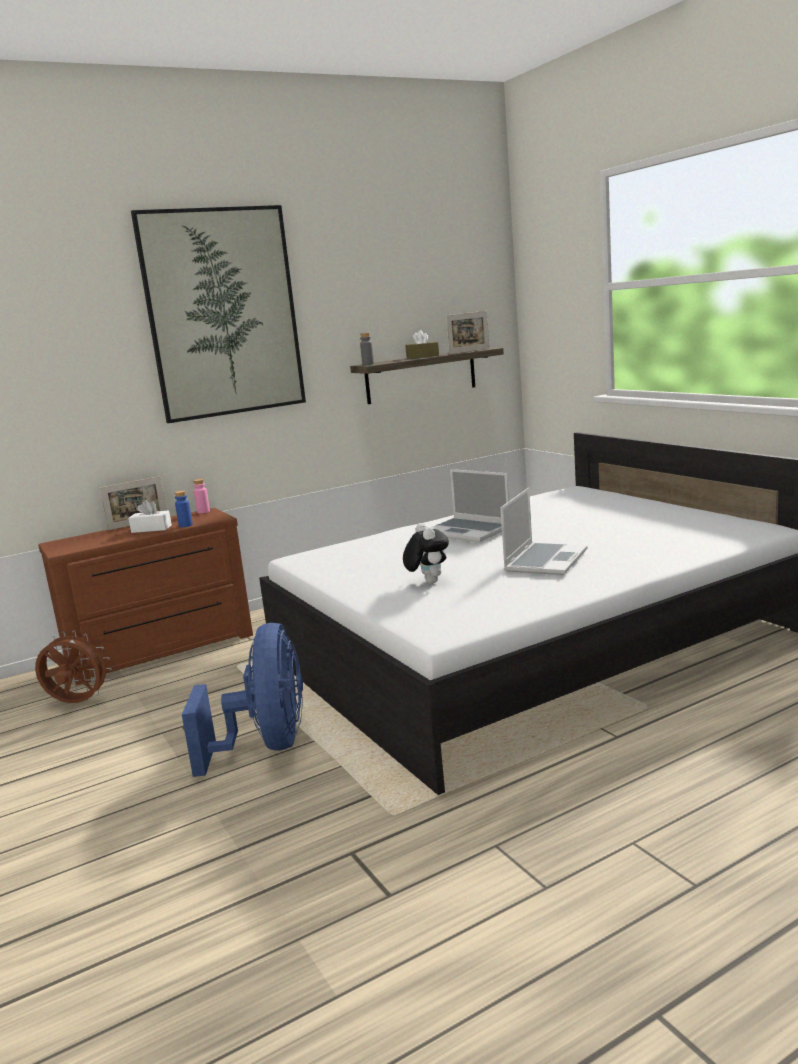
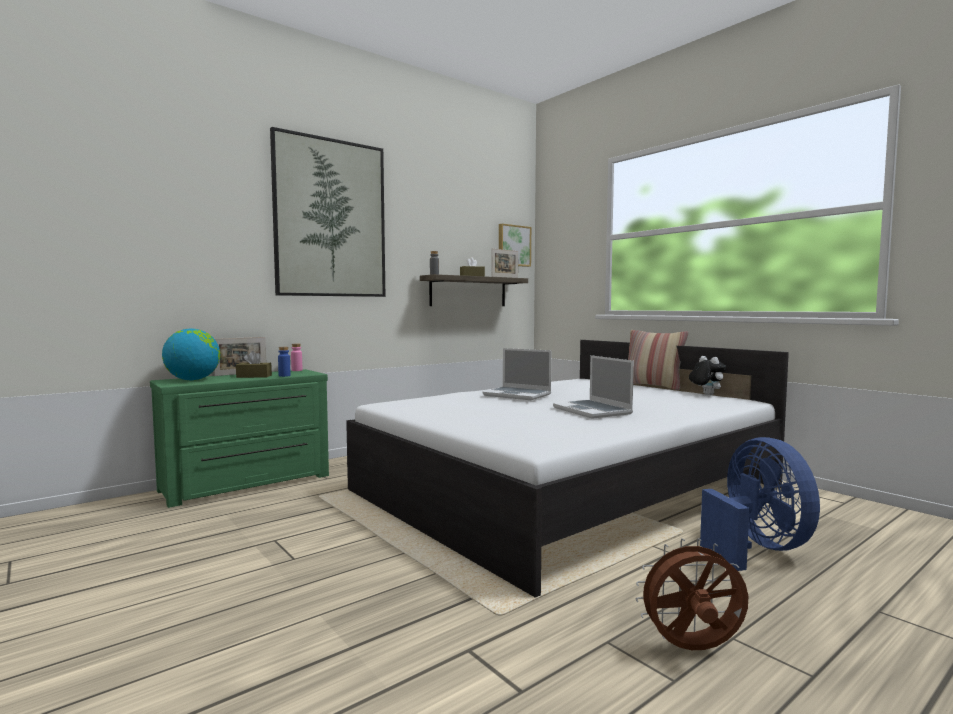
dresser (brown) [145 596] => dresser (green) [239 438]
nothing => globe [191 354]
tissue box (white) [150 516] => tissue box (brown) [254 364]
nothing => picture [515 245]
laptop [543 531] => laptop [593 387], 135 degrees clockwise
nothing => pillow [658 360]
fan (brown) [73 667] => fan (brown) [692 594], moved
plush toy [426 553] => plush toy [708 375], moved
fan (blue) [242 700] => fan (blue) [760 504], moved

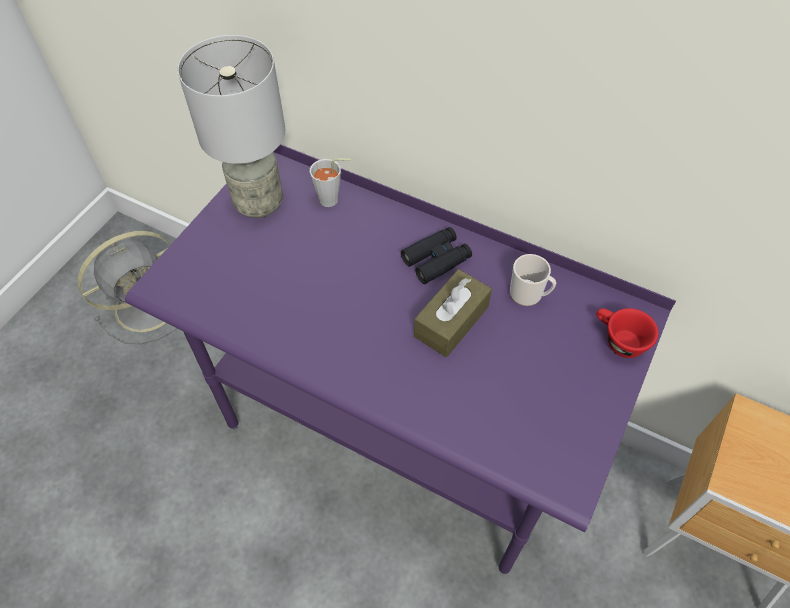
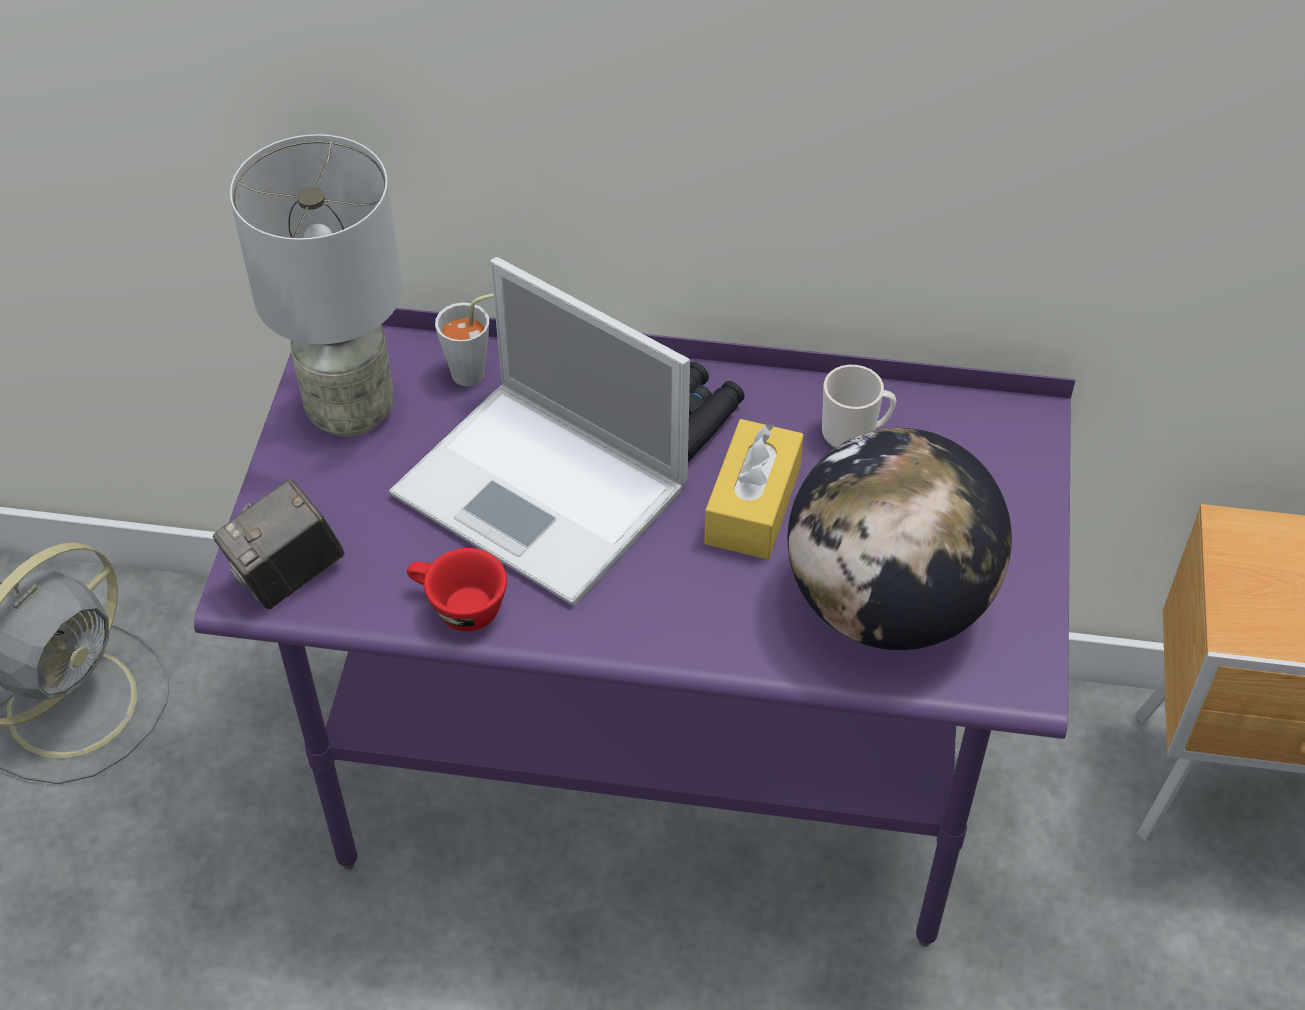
nothing => photo camera [279 544]
nothing => laptop [539 431]
cup (red) [627 333] => cup (red) [457 589], moved
tissue box (brown) [453 313] => tissue box (yellow) [754 489]
nothing => globe [899 539]

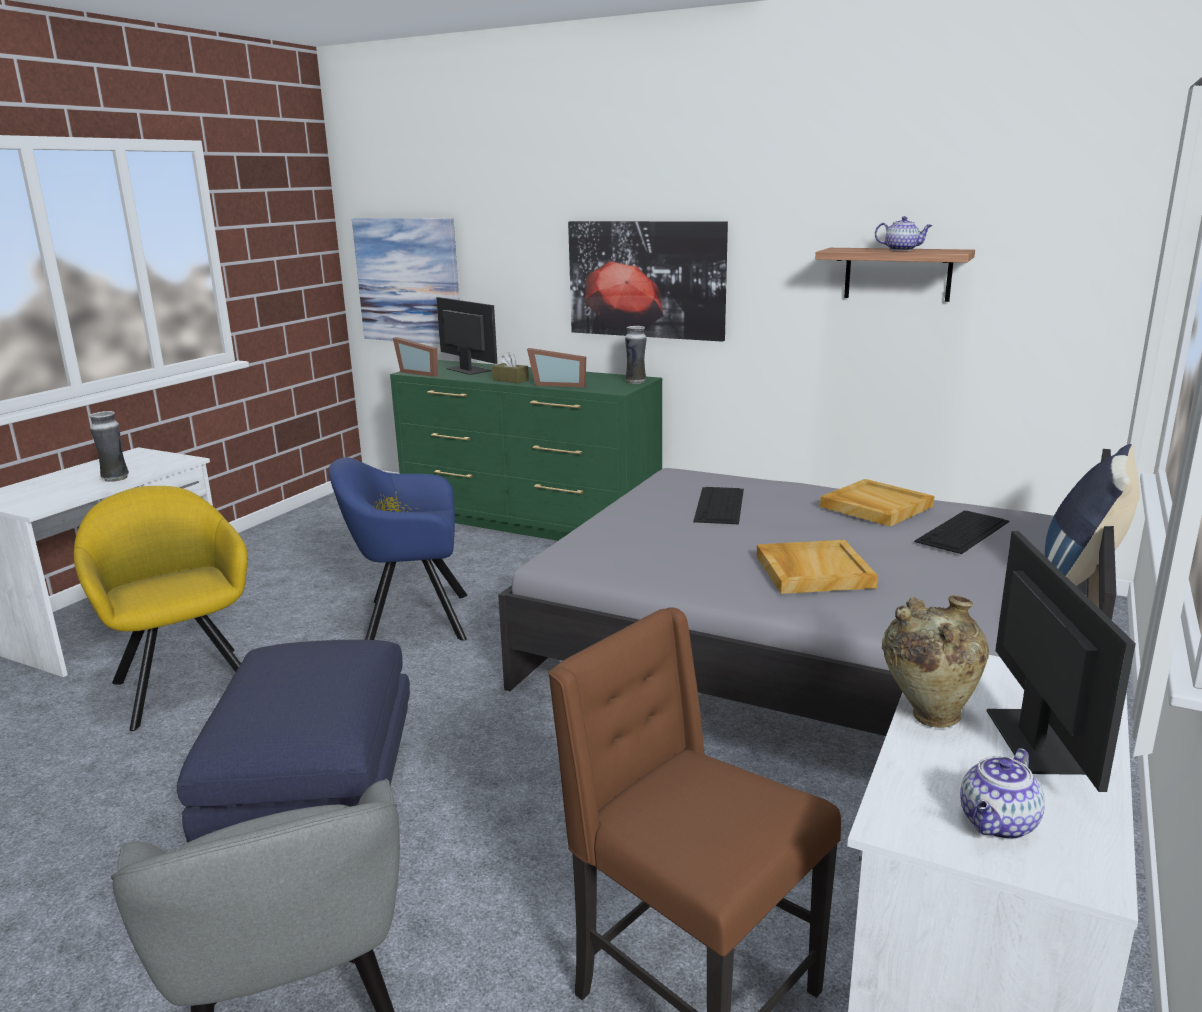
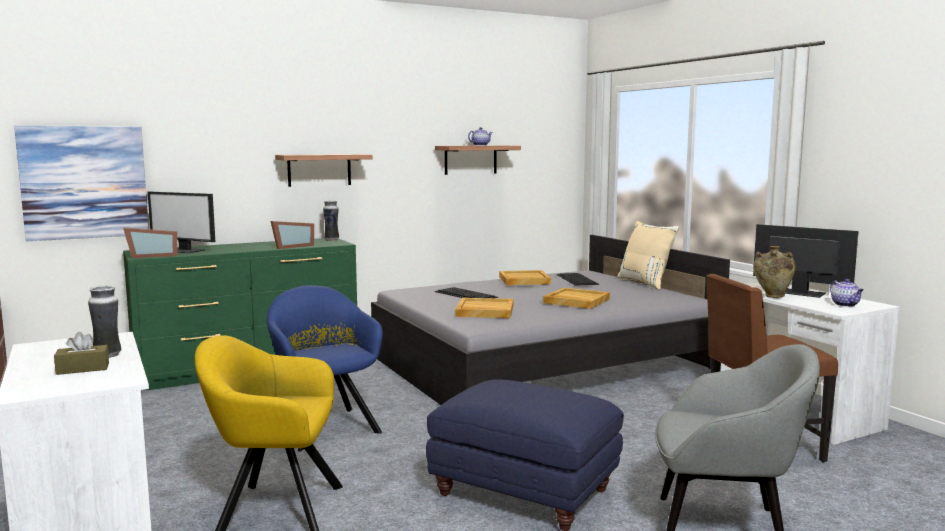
tissue box (brown) [510 367] => tissue box (brown) [81 353], moved
monitor [466 336] => monitor [181 222], 150 degrees counterclockwise
armchair (blue) [397 549] => armchair (blue) [325 368], 120 degrees clockwise
picture [648 281] => shelf [324 170]
nothing => tray (beige) [484 308]
pillow (blue) [1092 515] => pillow (beige) [648 255]

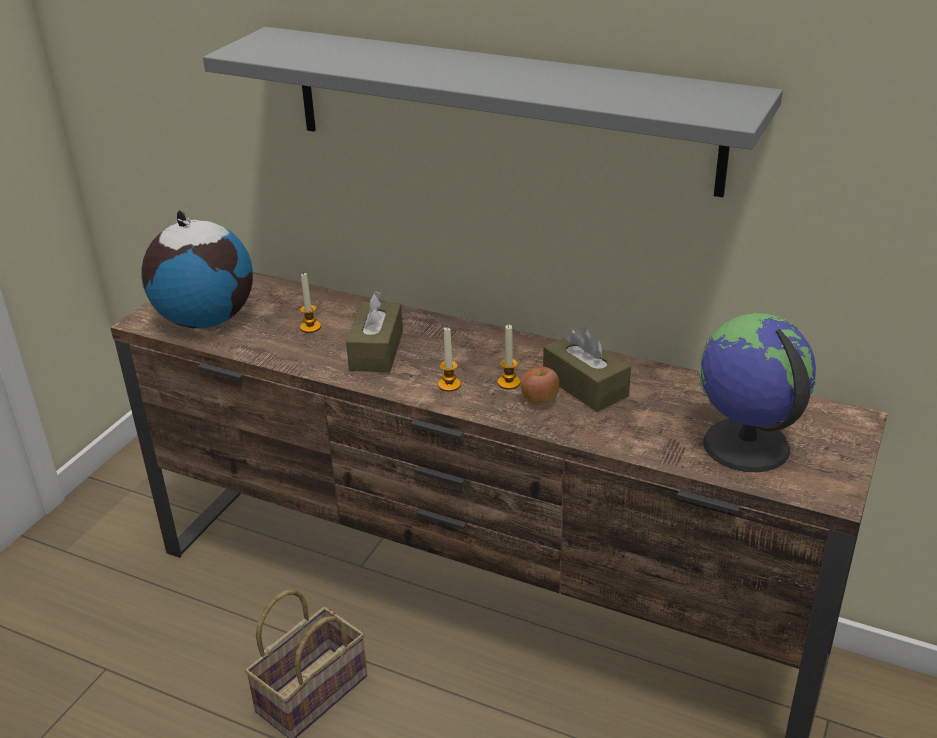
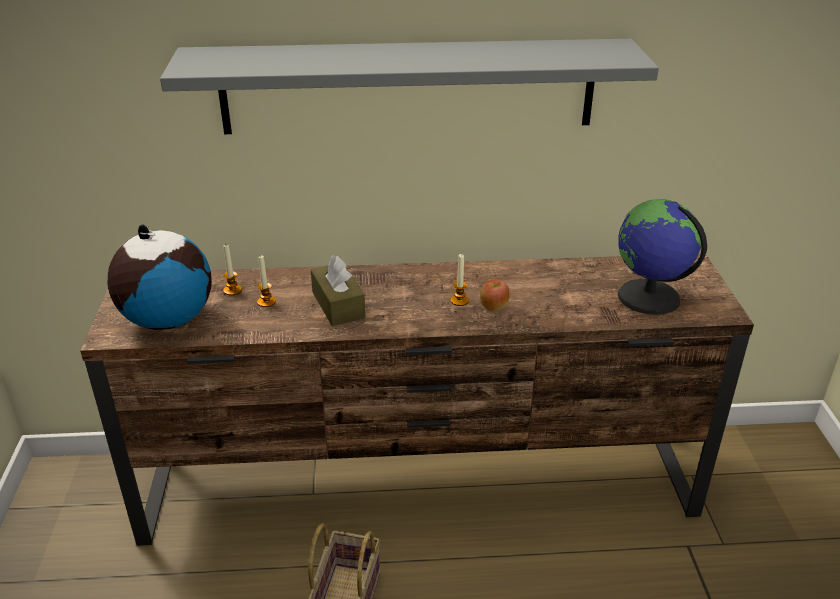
candle [449 359] => candle [232 270], moved
tissue box (brown) [587 369] => nothing

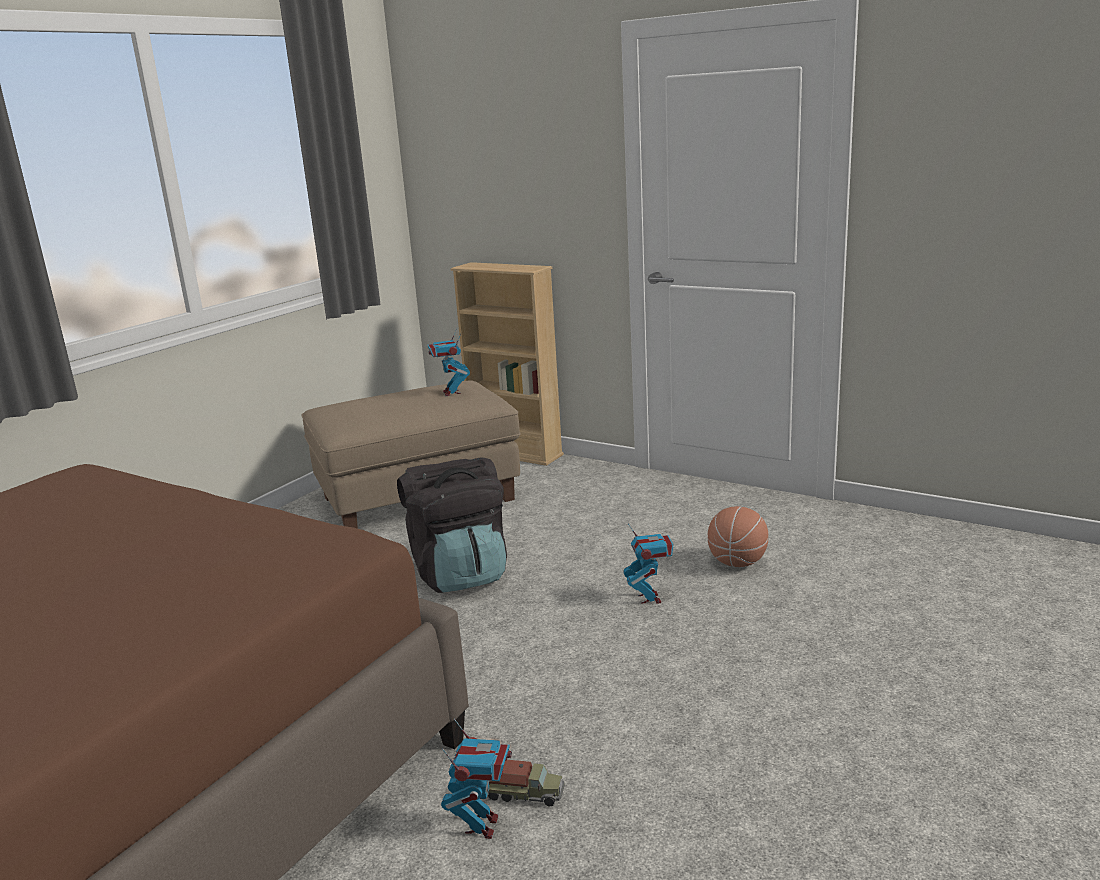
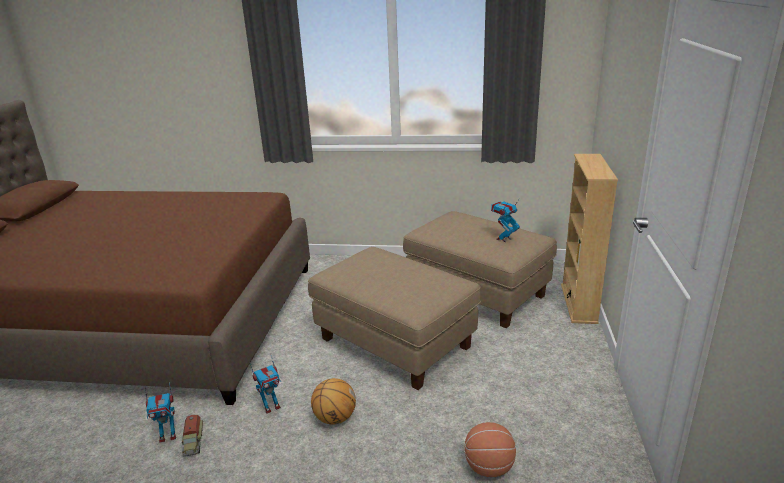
toy robot [649 563] => toy robot [265 385], moved
backpack (black) [452 525] => ottoman (beige) [394 318]
nothing => basketball [333 401]

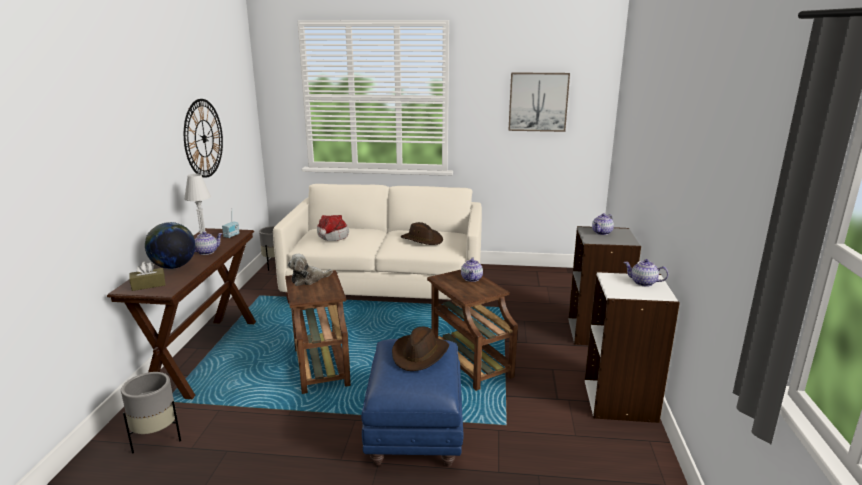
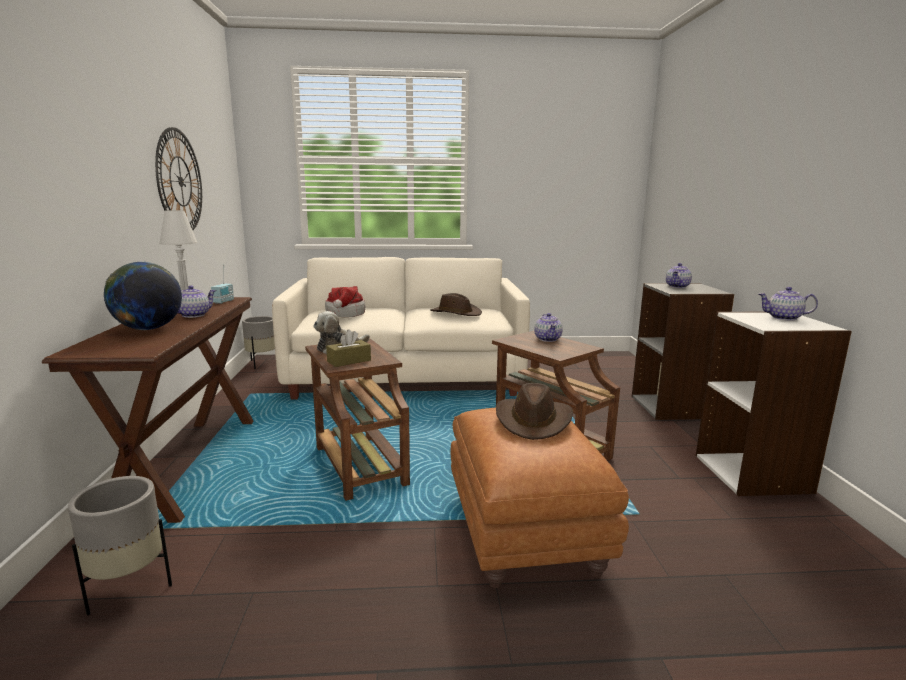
tissue box (brown) [147 276] => tissue box (brown) [348 348], moved
ottoman (blue) [412 403] => ottoman (brown) [540 498]
picture [539 102] => nothing

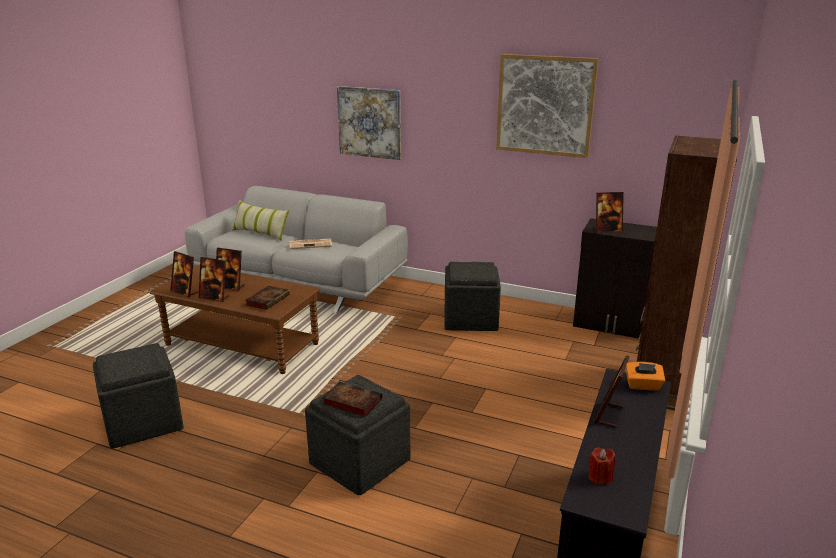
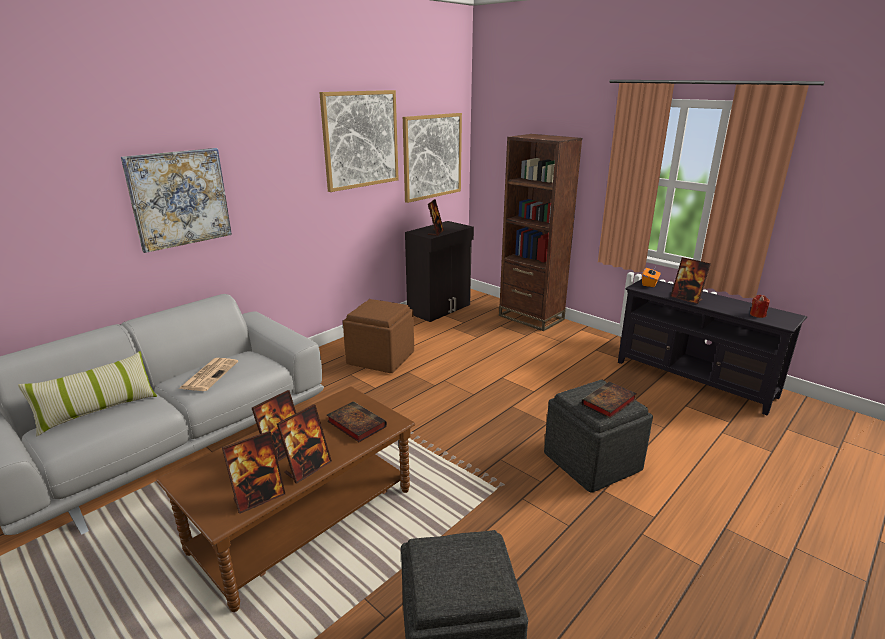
ottoman (grey) [472 296] => ottoman (brown) [378 336]
nothing => picture [432 158]

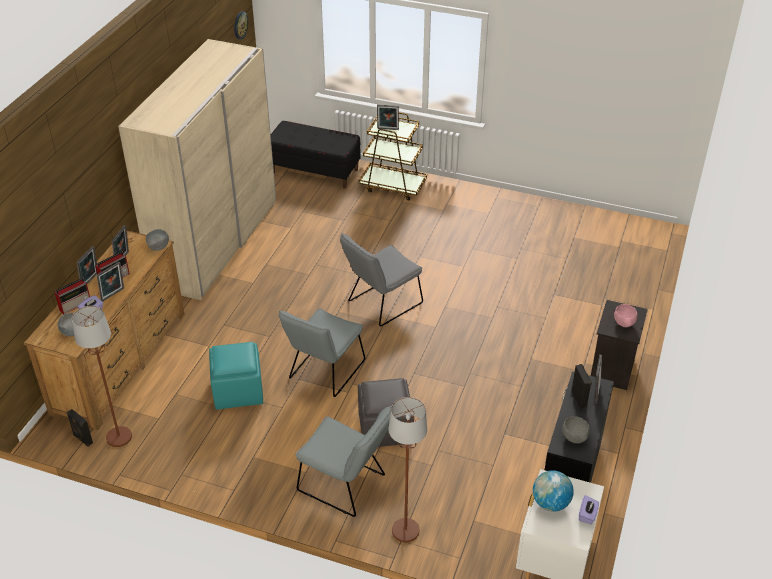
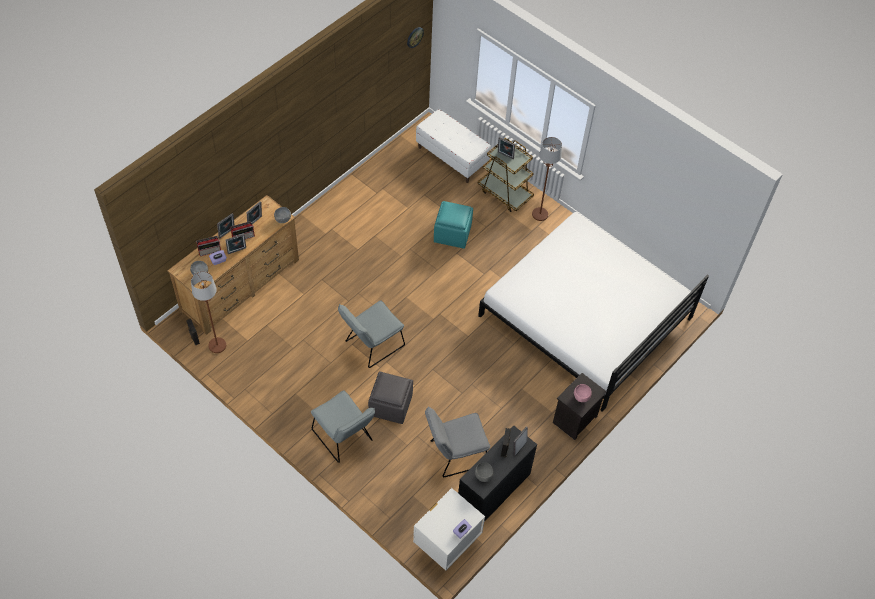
bench (black) [316 155] => bench (white) [453 146]
chair (grey) [381 279] => chair (grey) [457 441], moved
ottoman (turquoise) [236 376] => ottoman (turquoise) [453 225], moved
nothing => bed (white) [593 312]
floor lamp (brown) [407 469] => floor lamp (brown) [547 179], moved
wardrobe (beige) [197 169] => nothing
globe [553 491] => nothing

